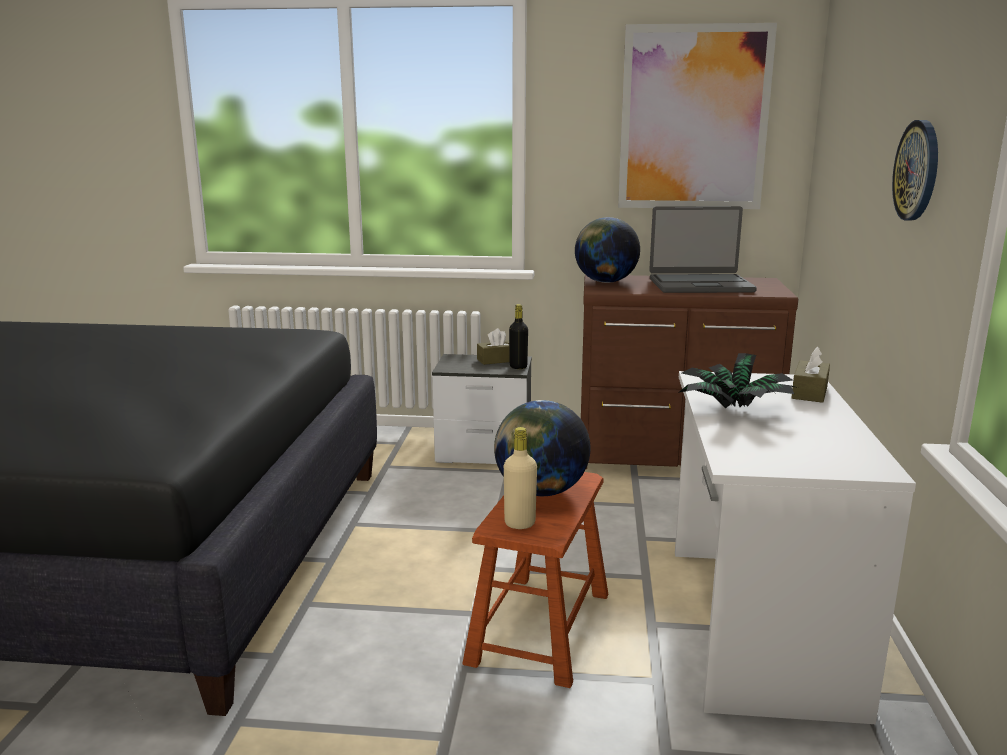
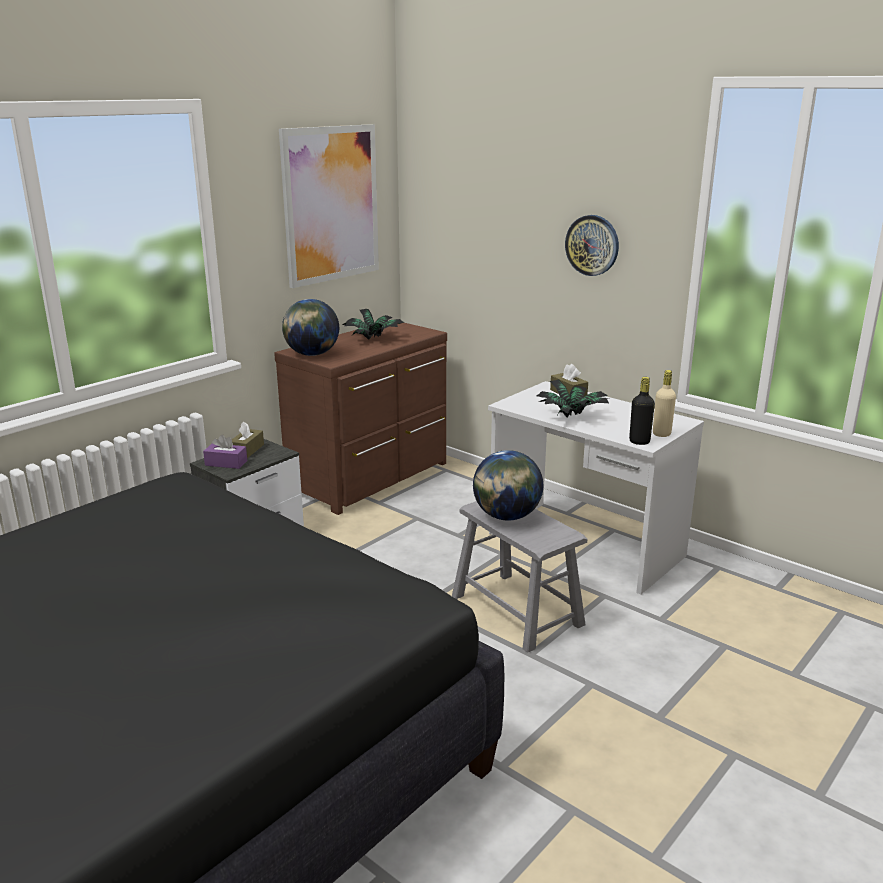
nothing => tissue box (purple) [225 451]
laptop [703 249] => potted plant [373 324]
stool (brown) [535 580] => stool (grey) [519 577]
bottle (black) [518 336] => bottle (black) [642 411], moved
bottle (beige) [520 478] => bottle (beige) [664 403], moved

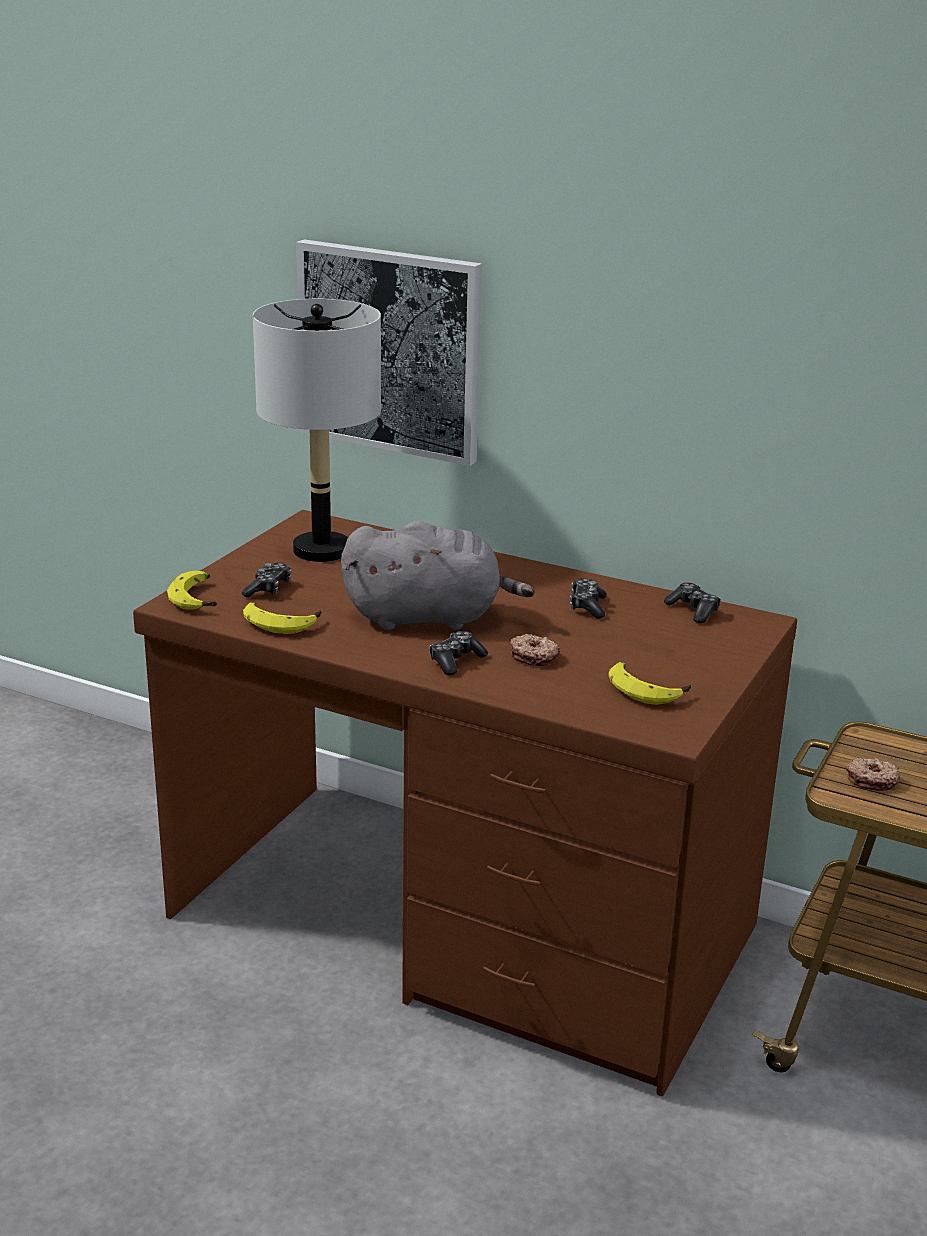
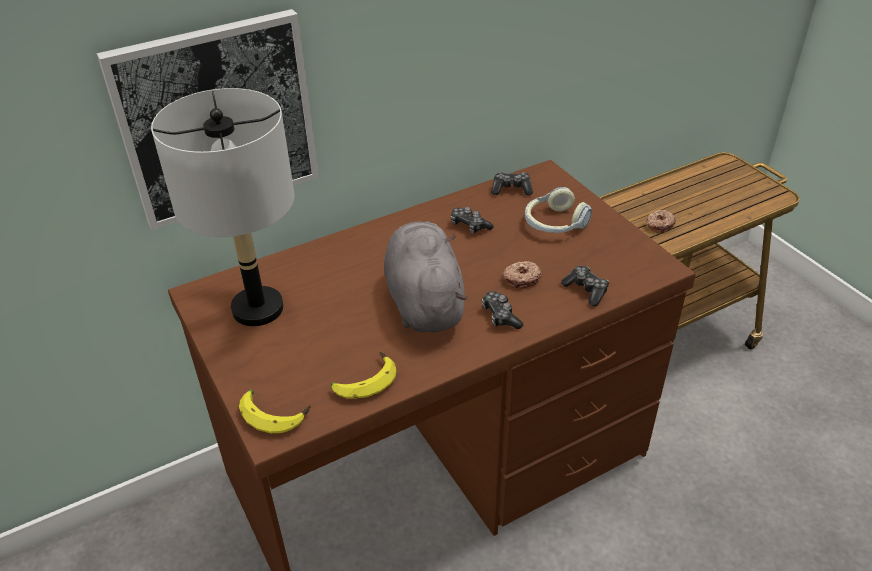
plush toy (grey) [438 575] => plush toy (grey) [426 276], 45 degrees counterclockwise
nothing => headphones [558 210]
game controller [267 580] => game controller [585 286], moved
banana [650 683] => nothing

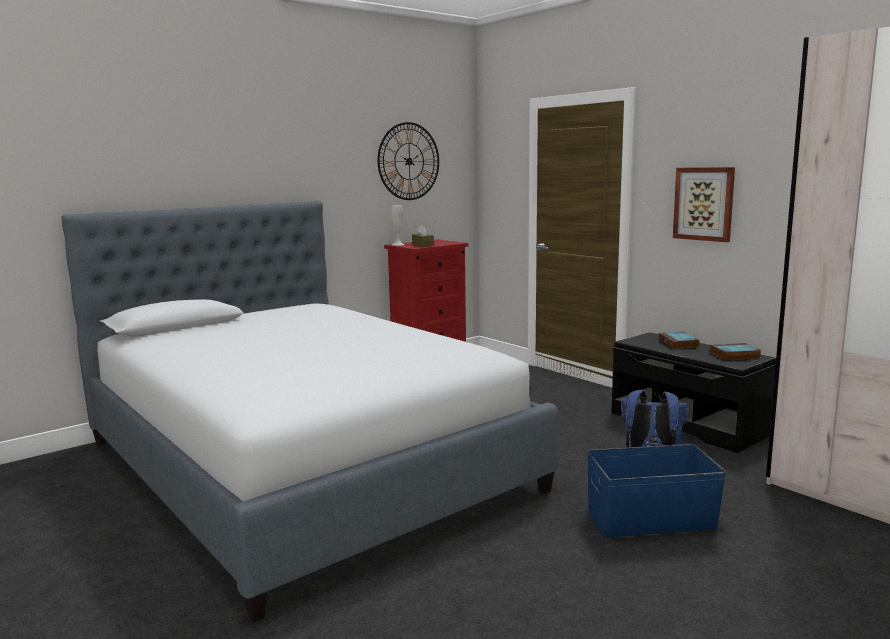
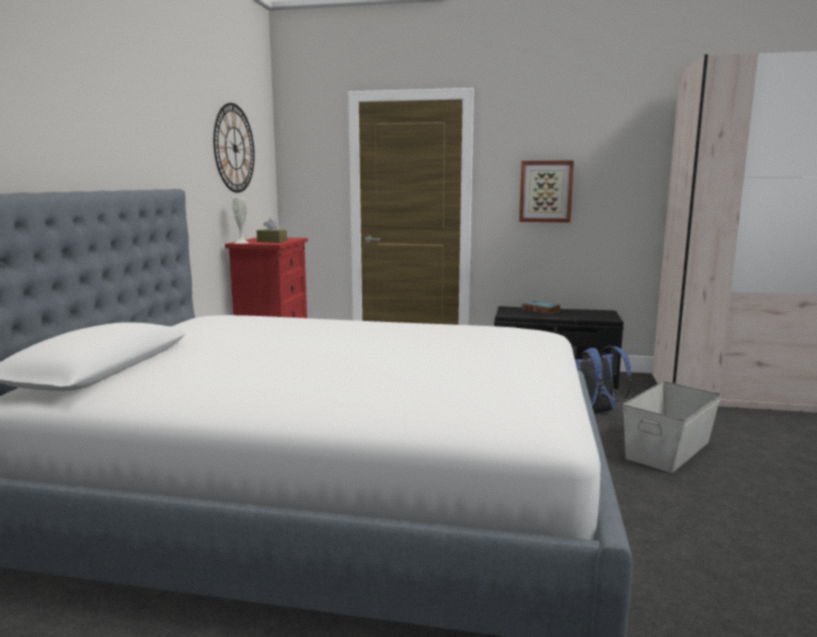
storage box (blue) [656 490] => storage box (grey) [672 427]
book [735 351] => nothing

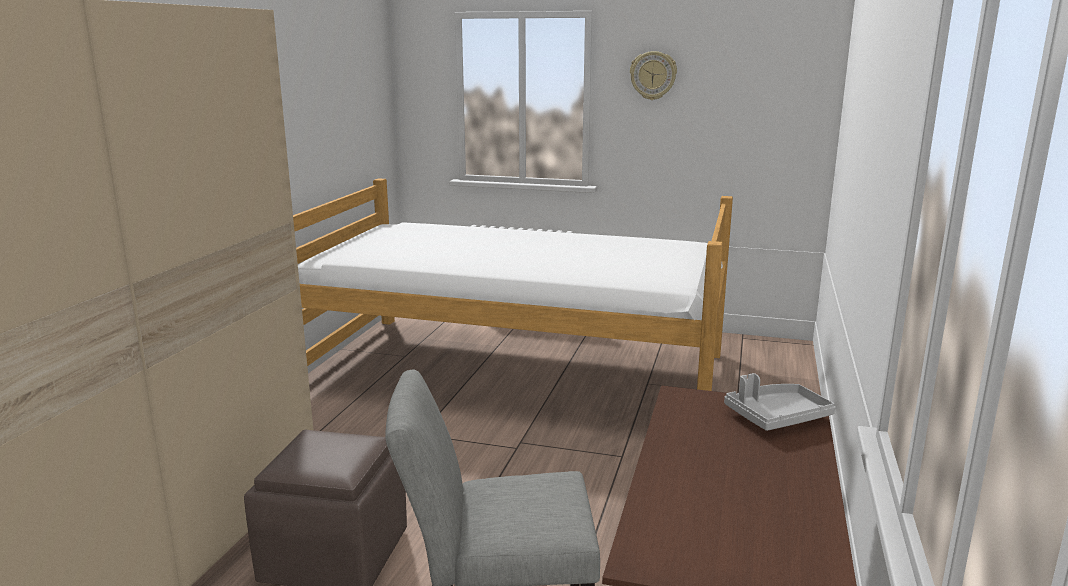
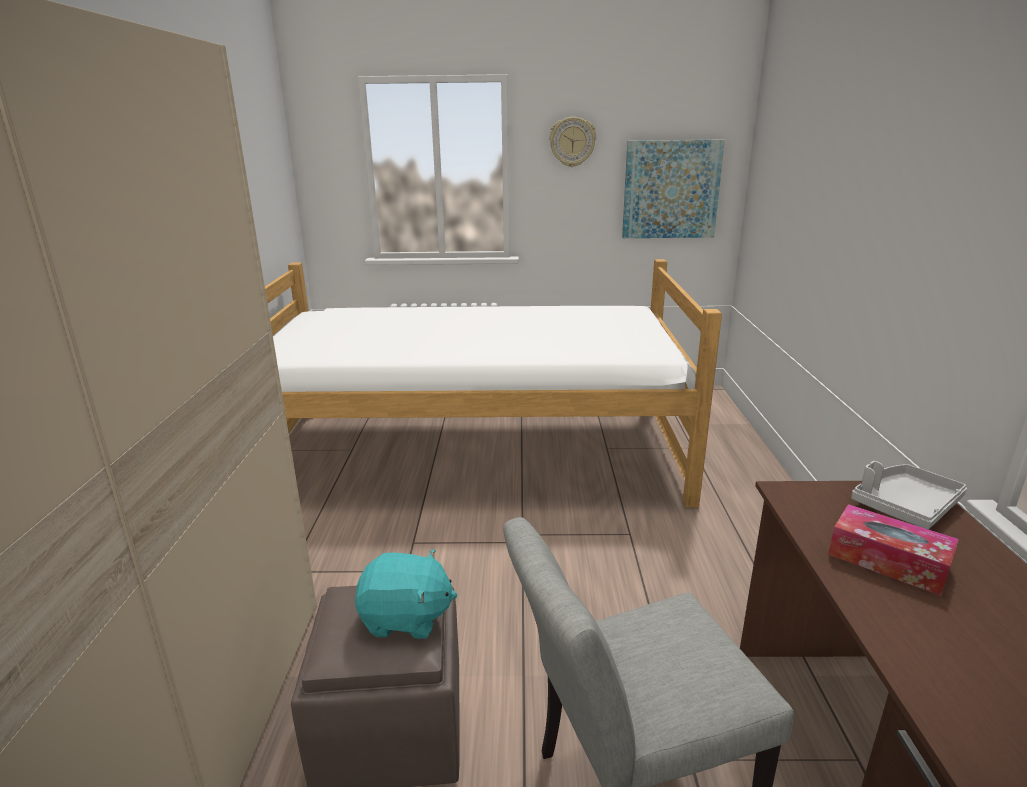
nothing => plush toy (turquoise) [406 593]
nothing => picture [673 188]
nothing => tissue box [893 550]

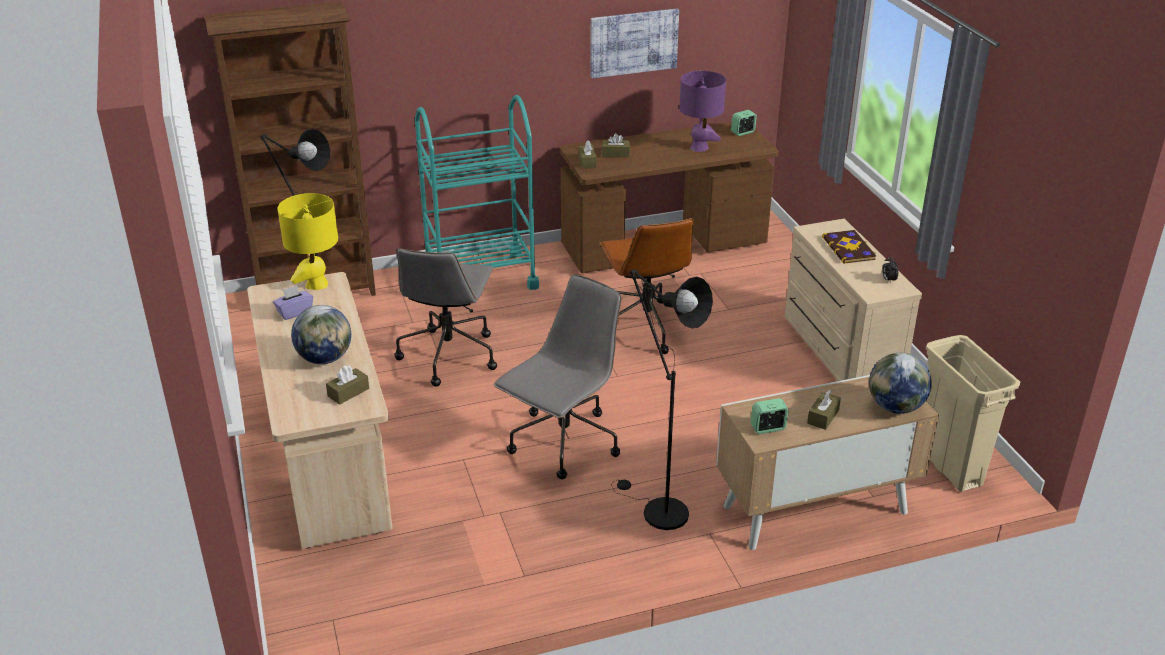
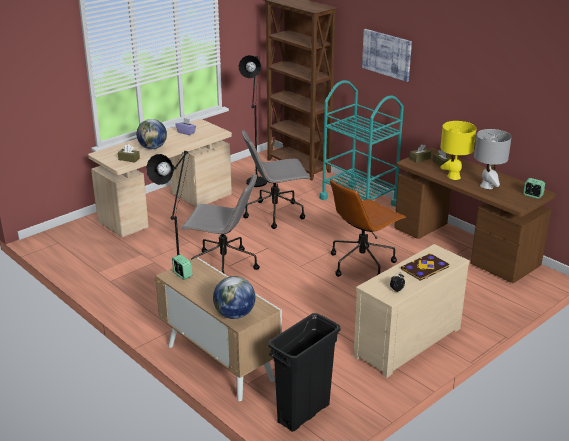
trash can (beige) [973 413] => trash can (black) [304 372]
picture [634 43] => picture [387 55], moved
table lamp (yellow) [307 241] => table lamp (yellow) [458 150], moved
table lamp (purple) [702 111] => table lamp (grey) [493 159]
tissue box (brown) [824 410] => nothing

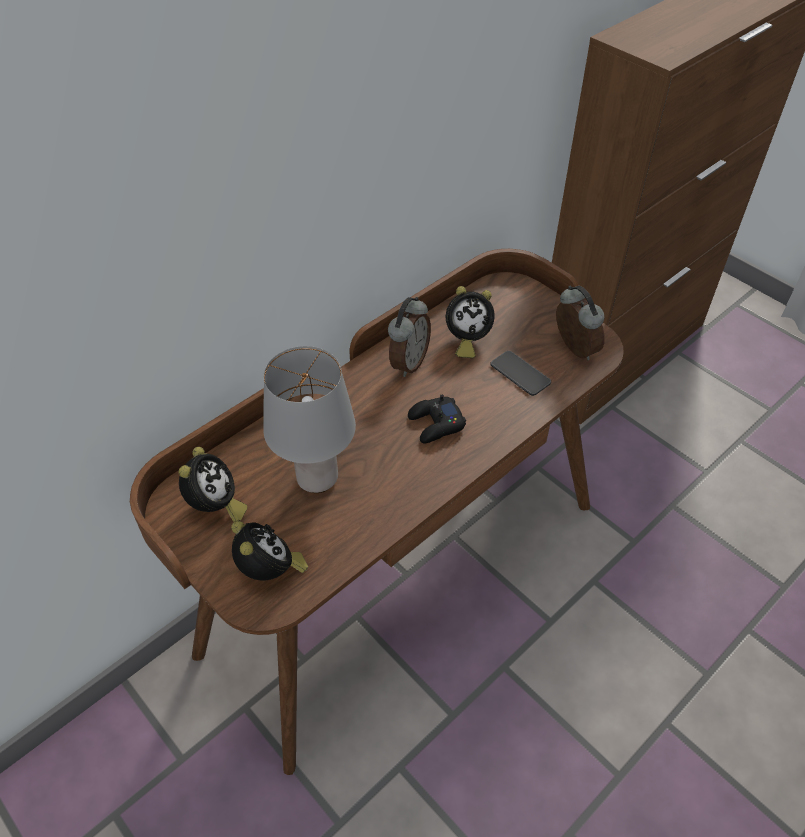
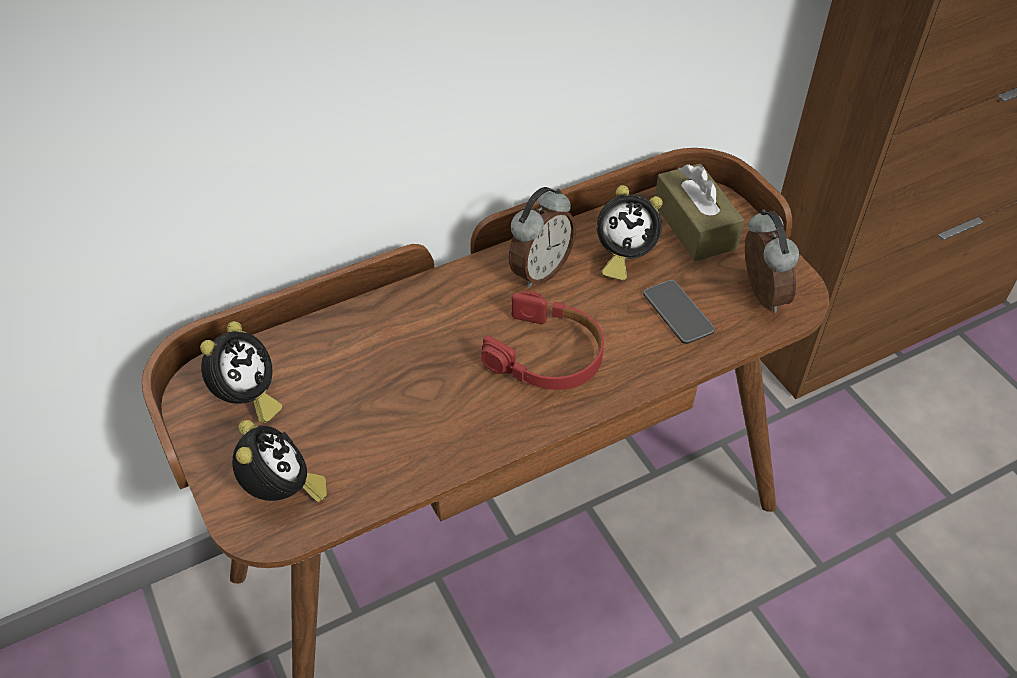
game controller (black) [437 419] => headphones (red) [542 340]
nothing => tissue box (brown) [699 212]
table lamp (grey) [309 419] => nothing

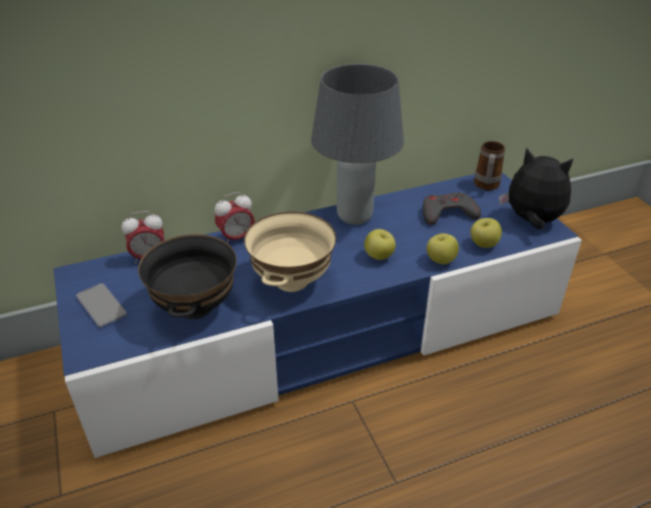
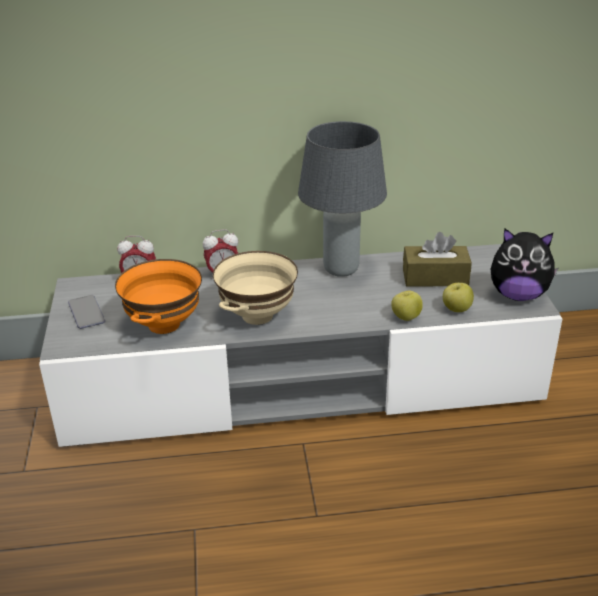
tv stand (blue) [317 315] => tv stand (grey) [300 345]
bowl (black) [187 276] => bowl (orange) [158 296]
game controller (grey) [452 208] => tissue box (brown) [437 259]
plush toy [536 188] => plush toy [524 264], 150 degrees clockwise
apple [380 244] => nothing
mug [489 165] => nothing

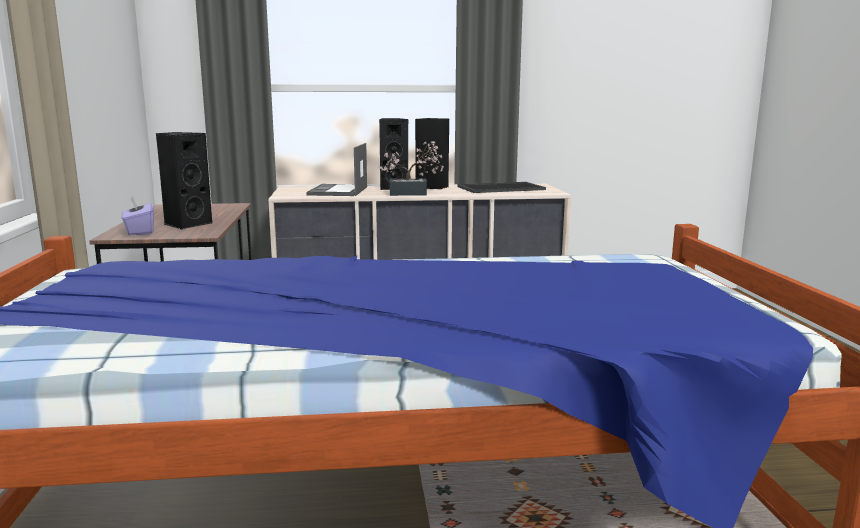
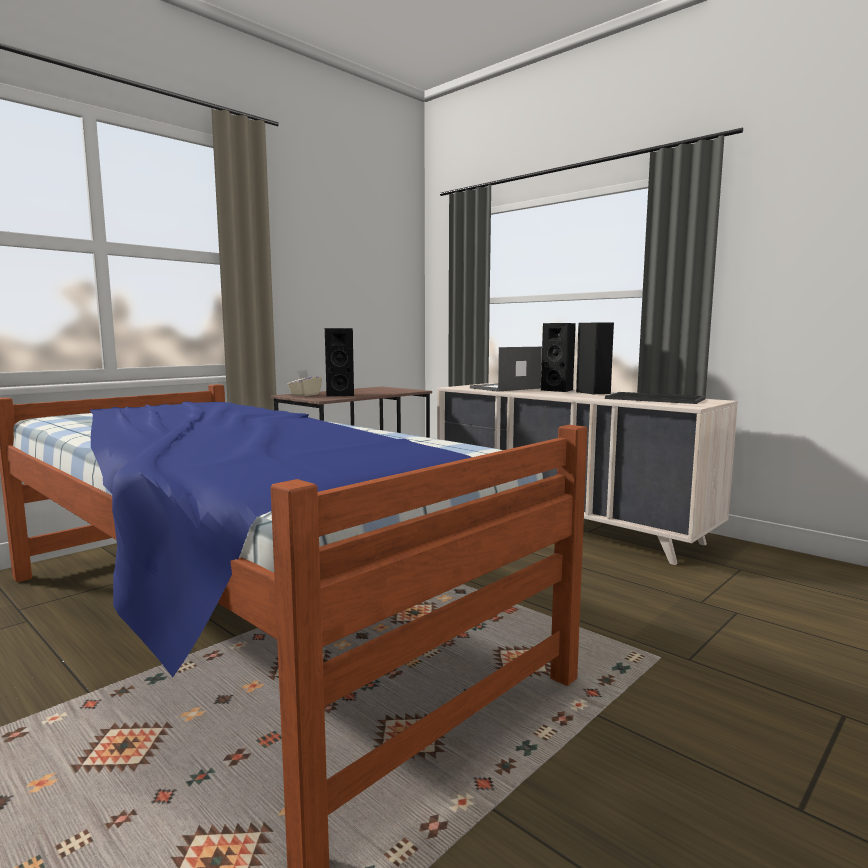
tissue box (purple) [137 215] => tissue box (beige) [305 383]
potted plant [411 168] => nothing

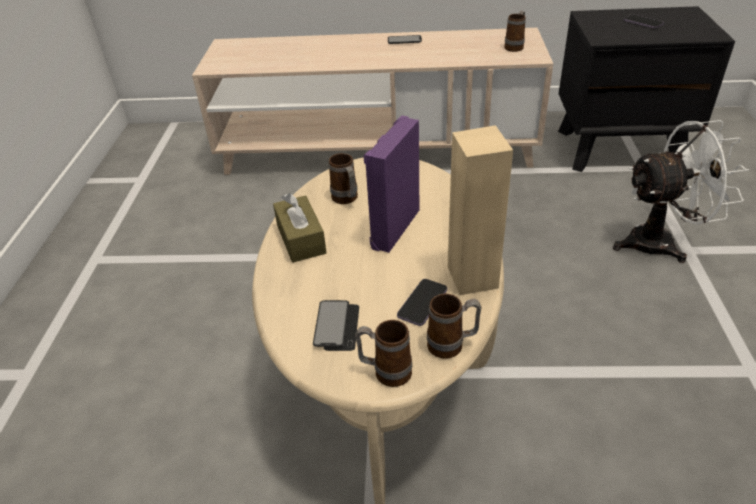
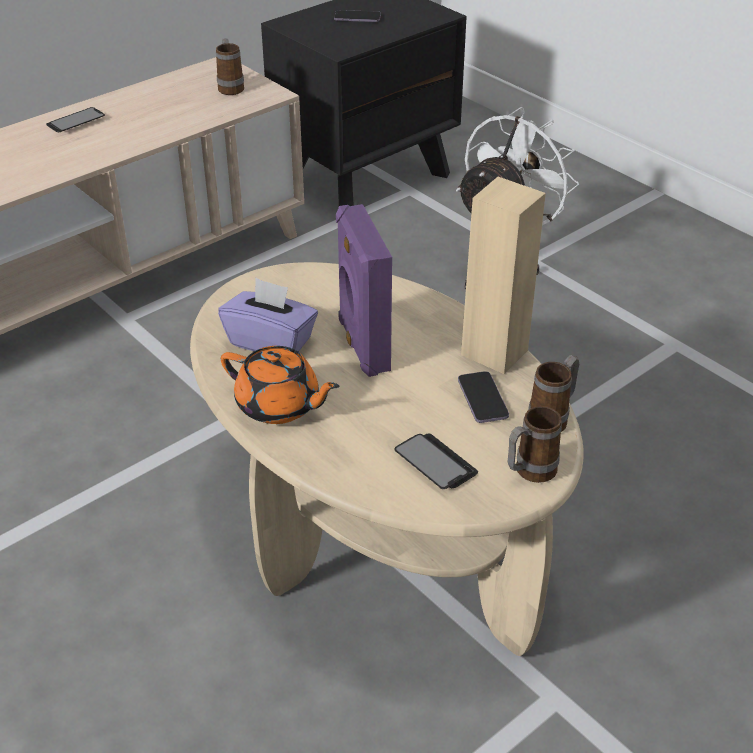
mug [343 178] => tissue box (purple) [268 315]
tissue box (brown) [300 228] => teapot (orange) [280 385]

